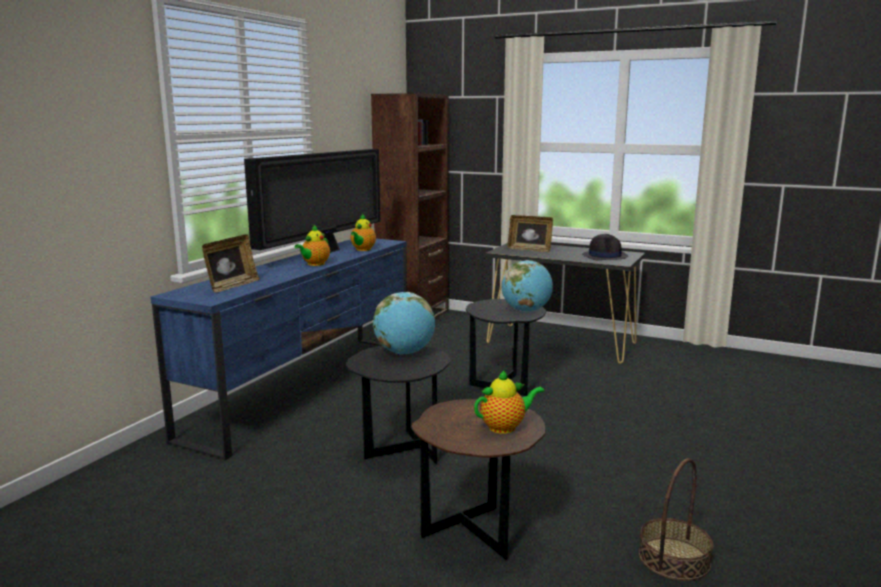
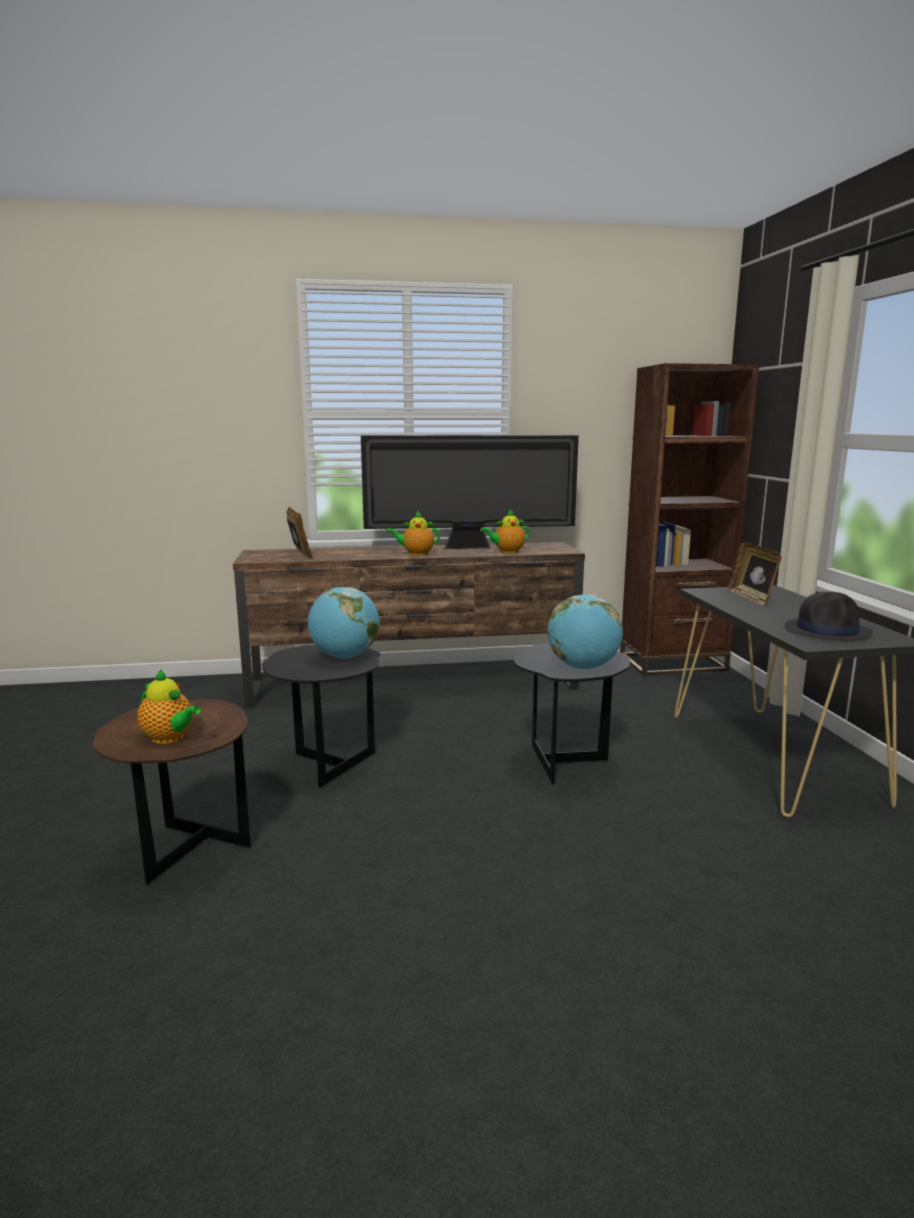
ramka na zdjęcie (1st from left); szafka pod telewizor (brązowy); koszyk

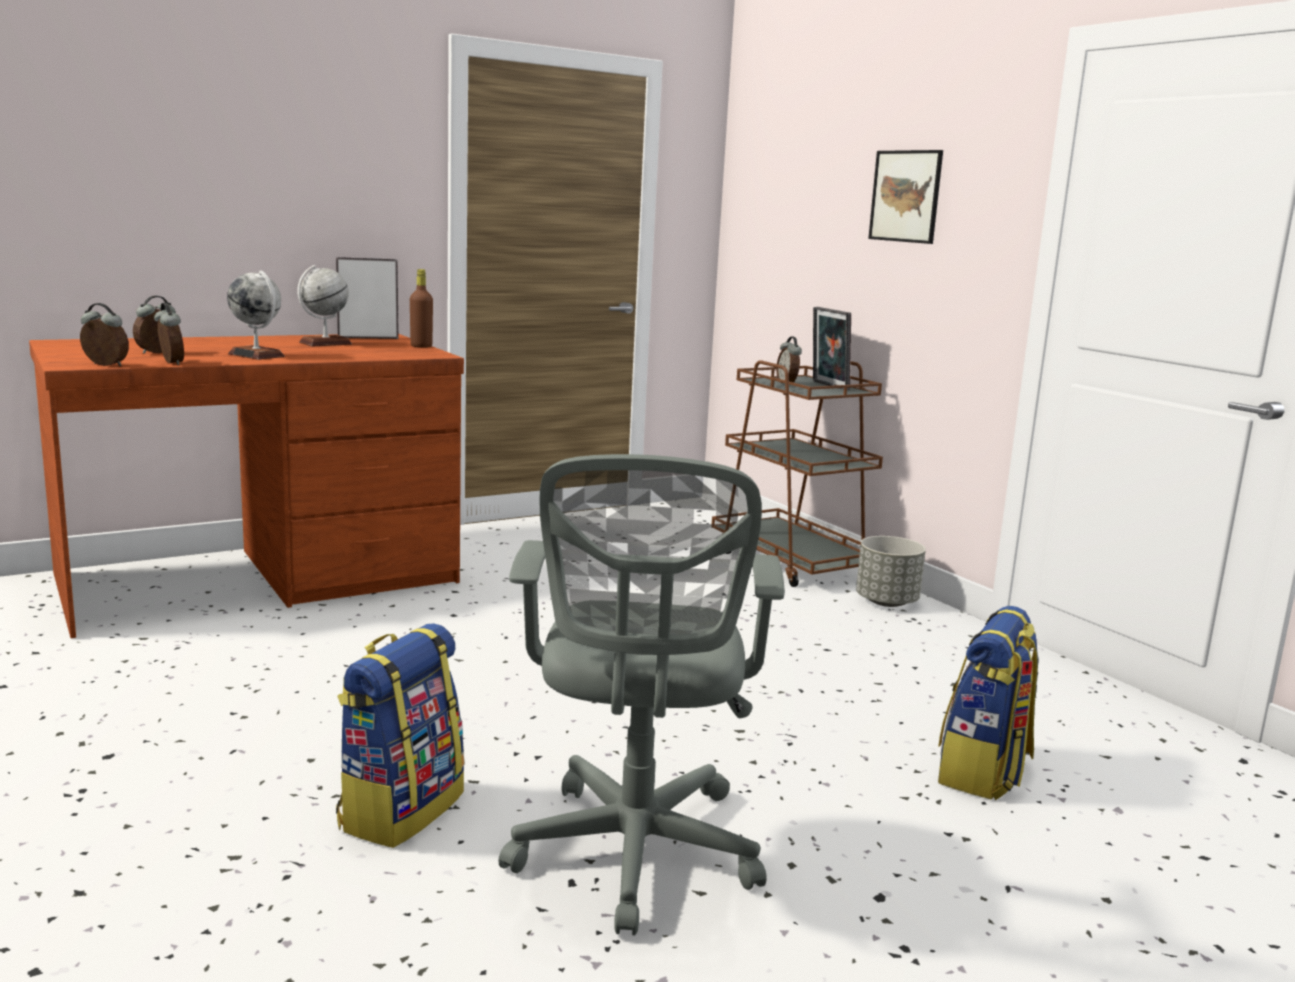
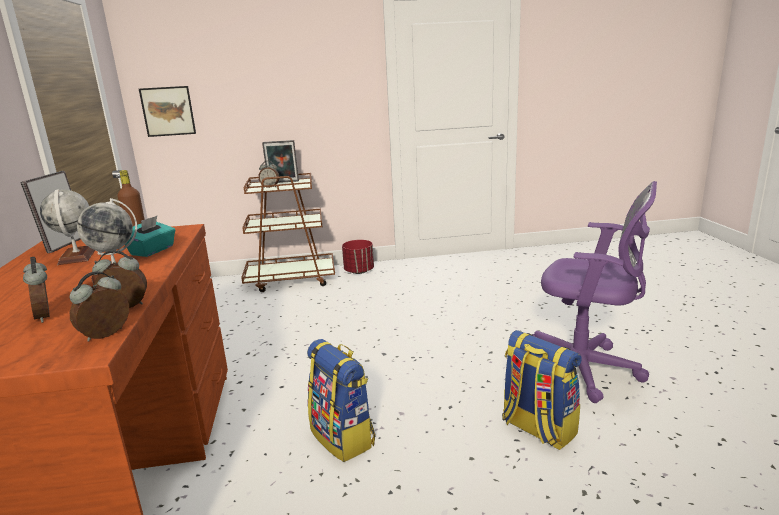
obraz; krzesło biurowe (fioletowy); donica (czerwony); plecak (1st from left); pudełko chusteczek (turkusowy)

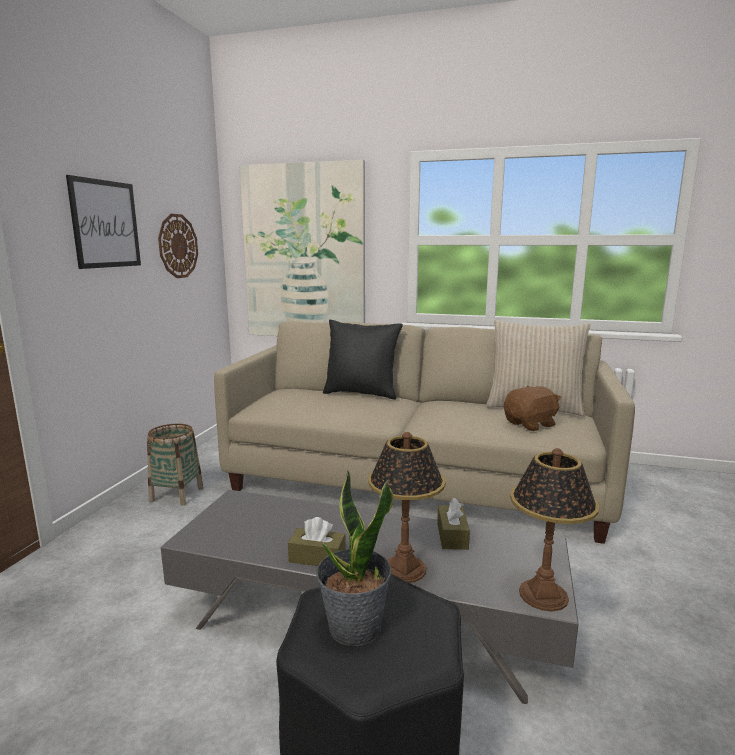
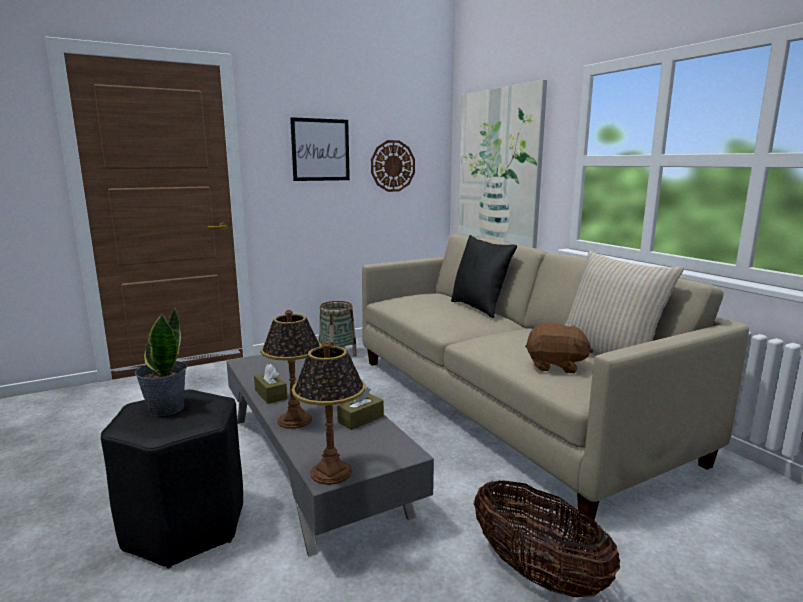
koszyk (2nd from left)

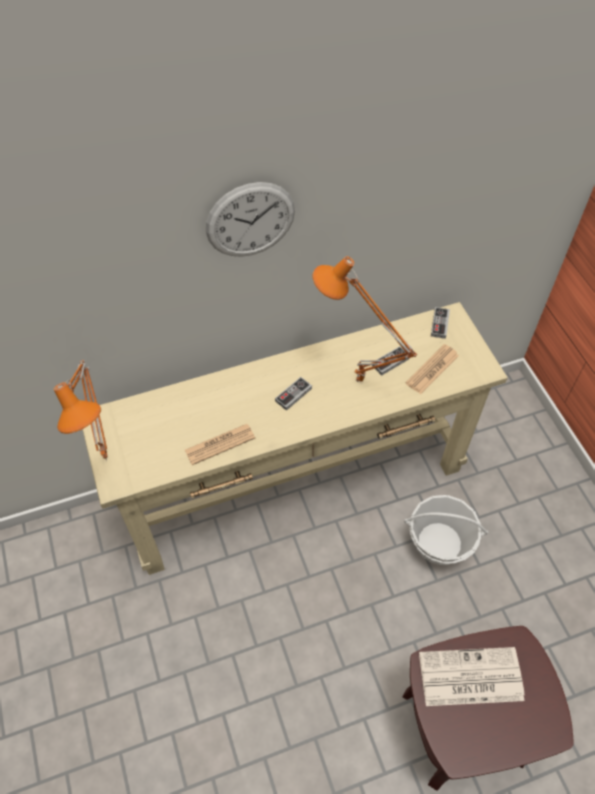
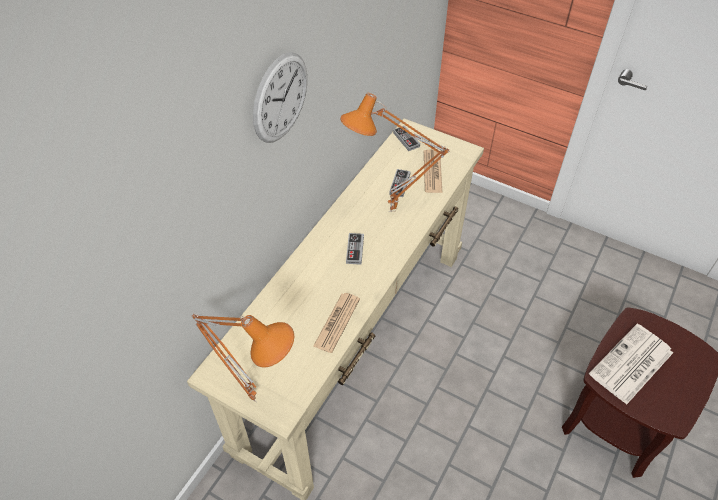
koszyk

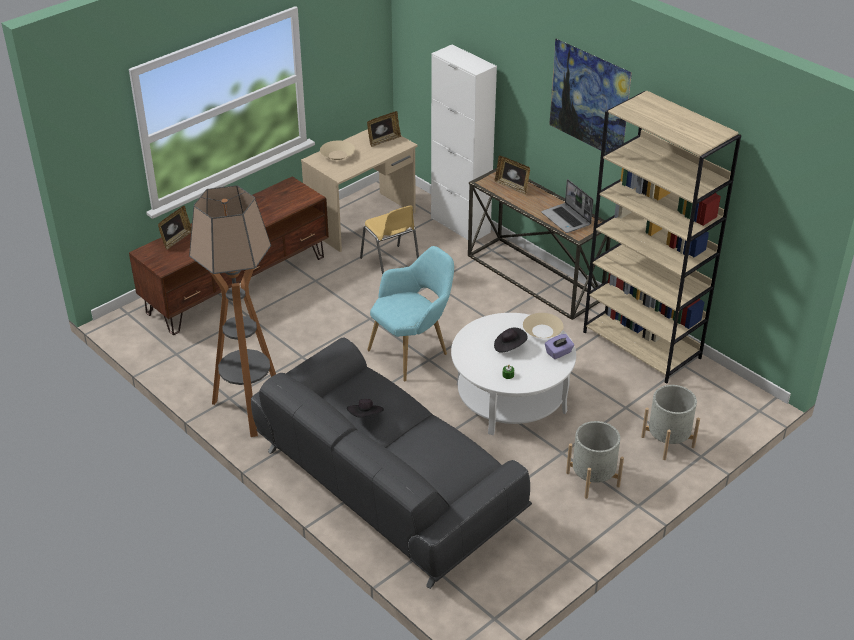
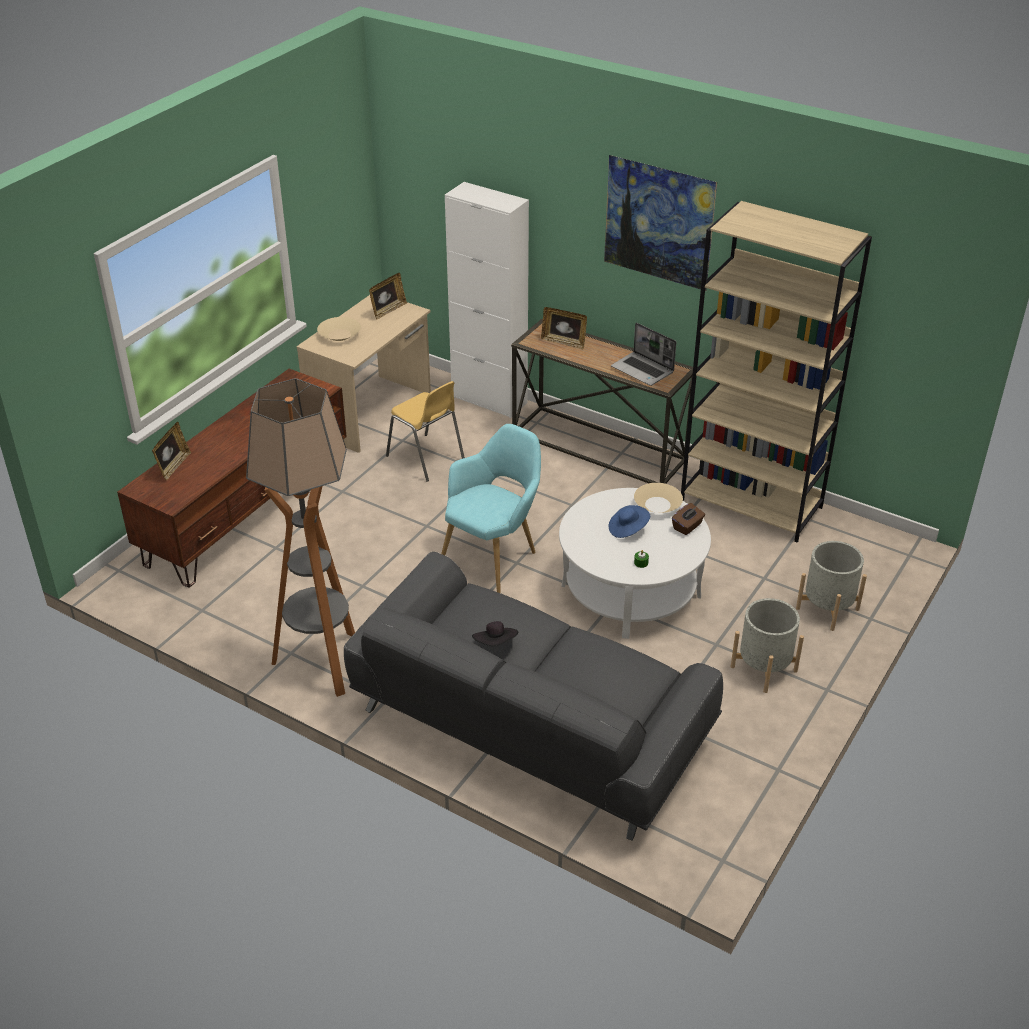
kapelusz (niebieski); pudełko chusteczek (brązowy)

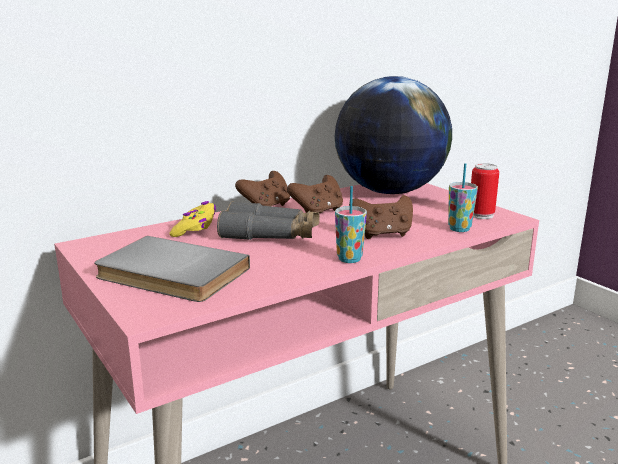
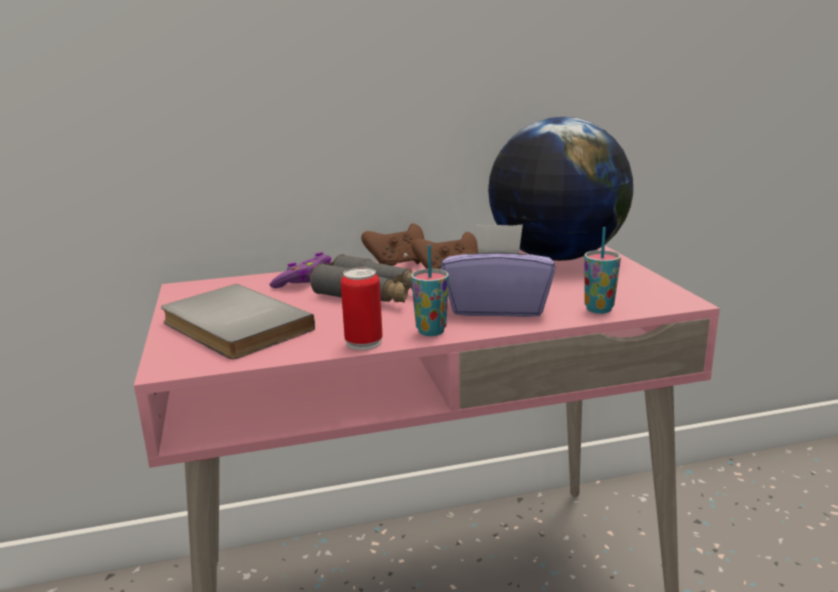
puszka; pudełko chusteczek (fioletowy); pad do gier (fioletowy)

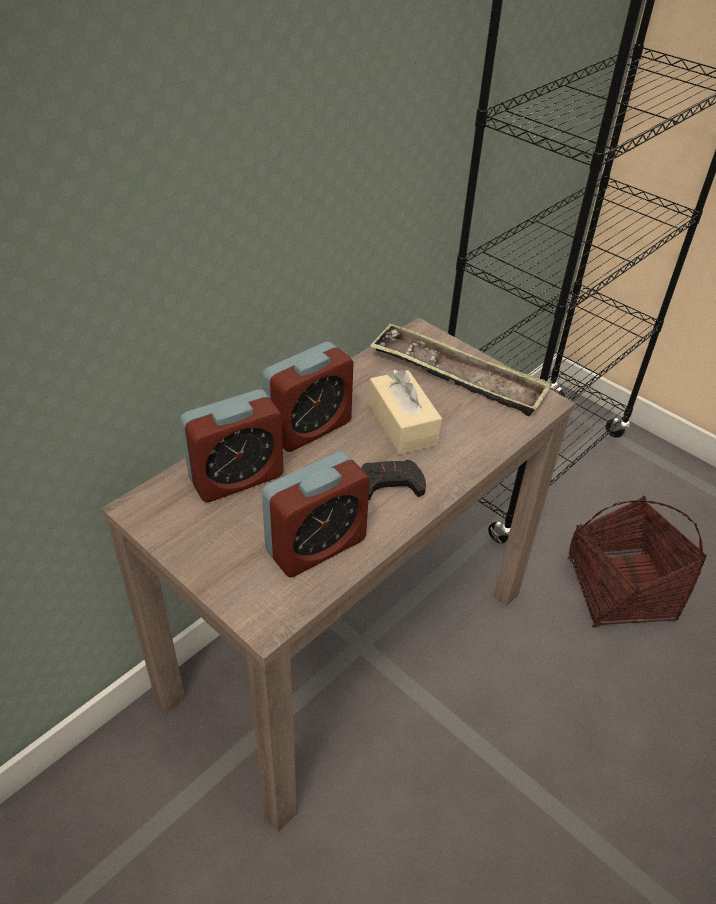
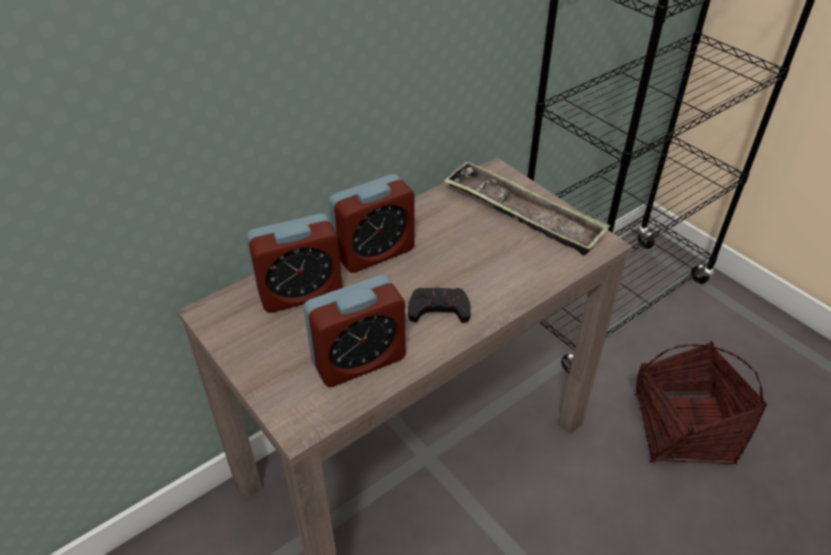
pudełko chusteczek (beżowy)

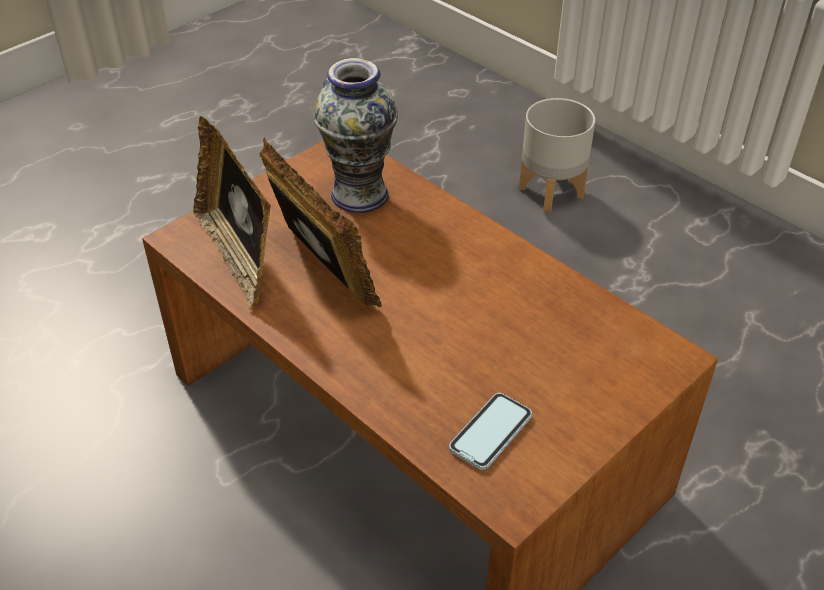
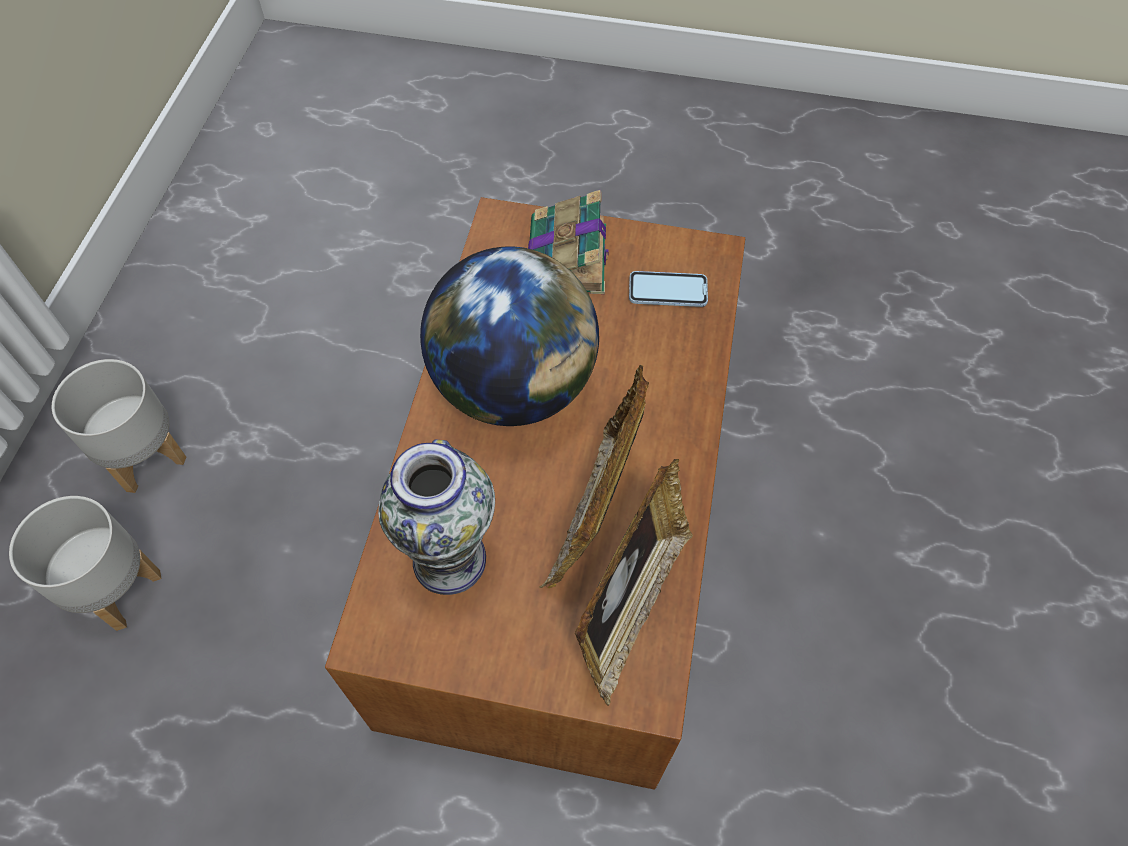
książka; globus; donica (szary) (2nd from left)

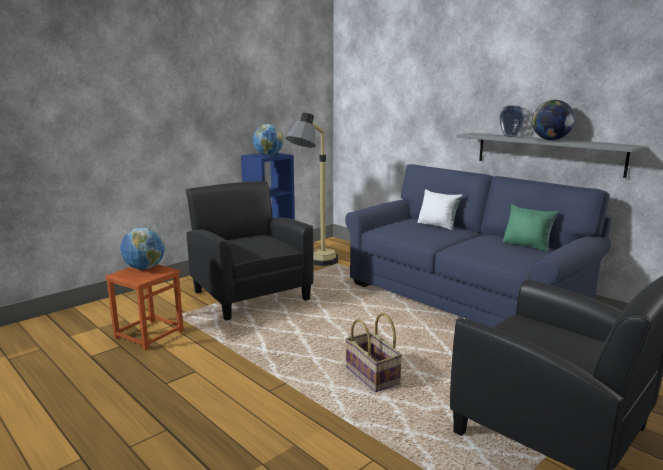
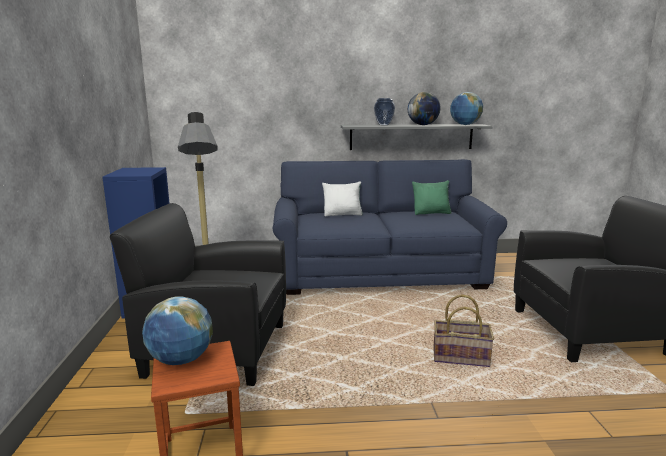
globus (3rd from left)

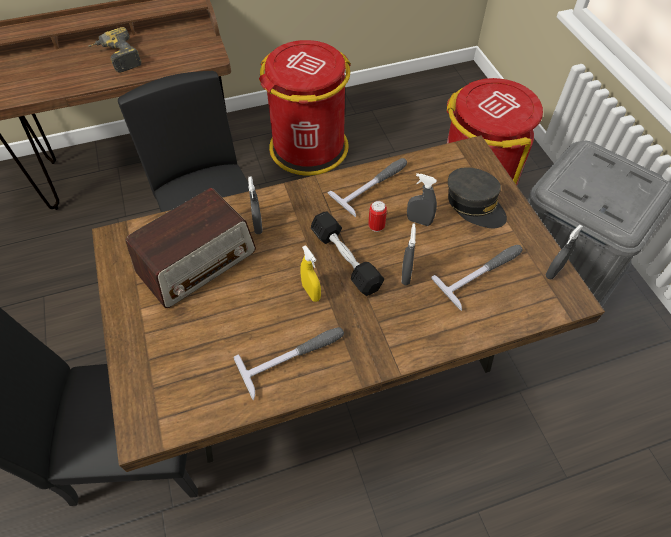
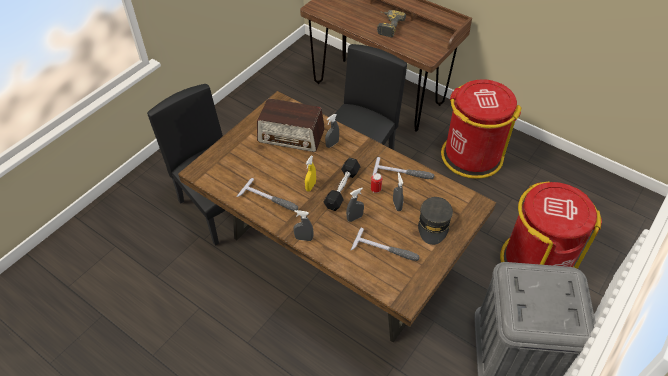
spryskiwacz (szary) (1st from left)

